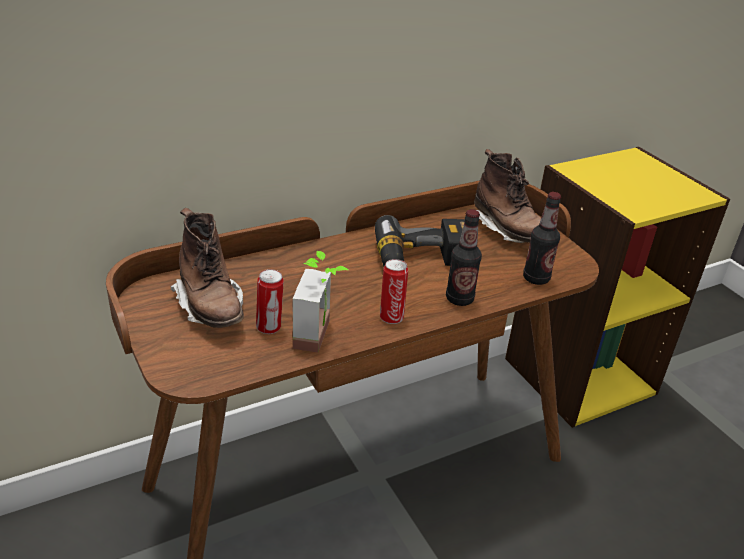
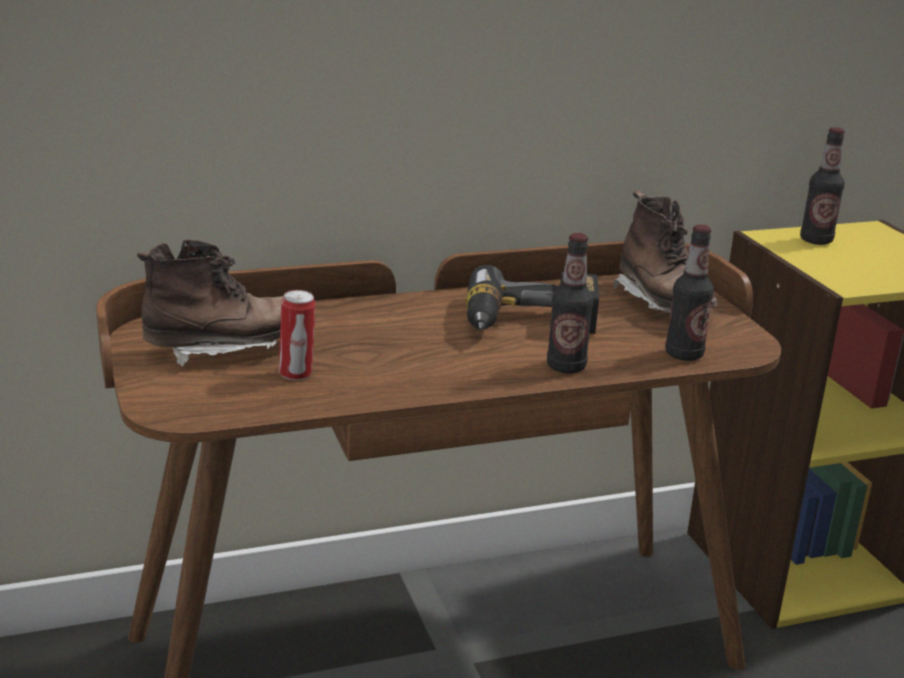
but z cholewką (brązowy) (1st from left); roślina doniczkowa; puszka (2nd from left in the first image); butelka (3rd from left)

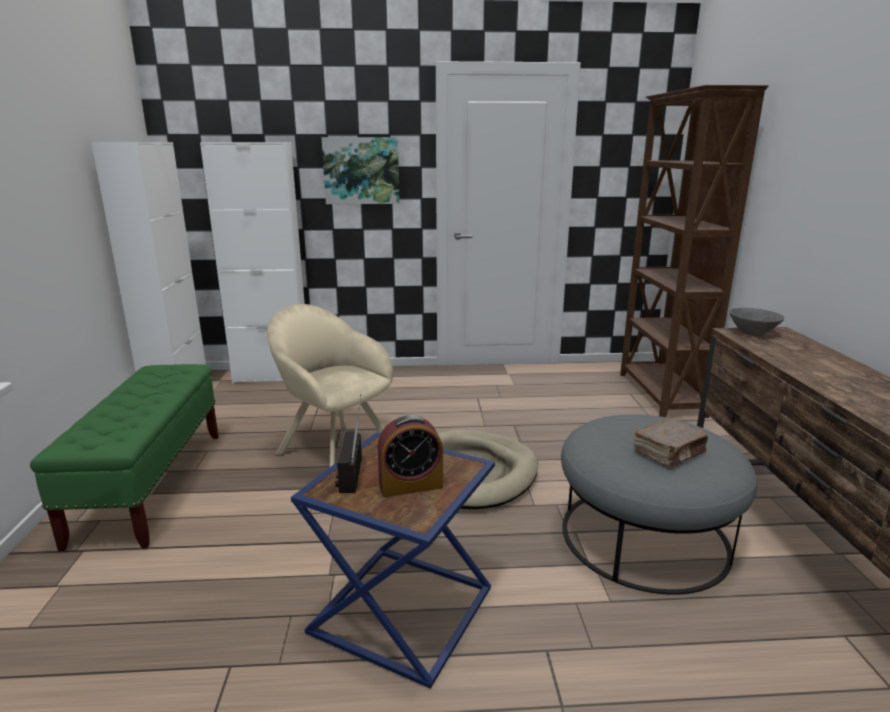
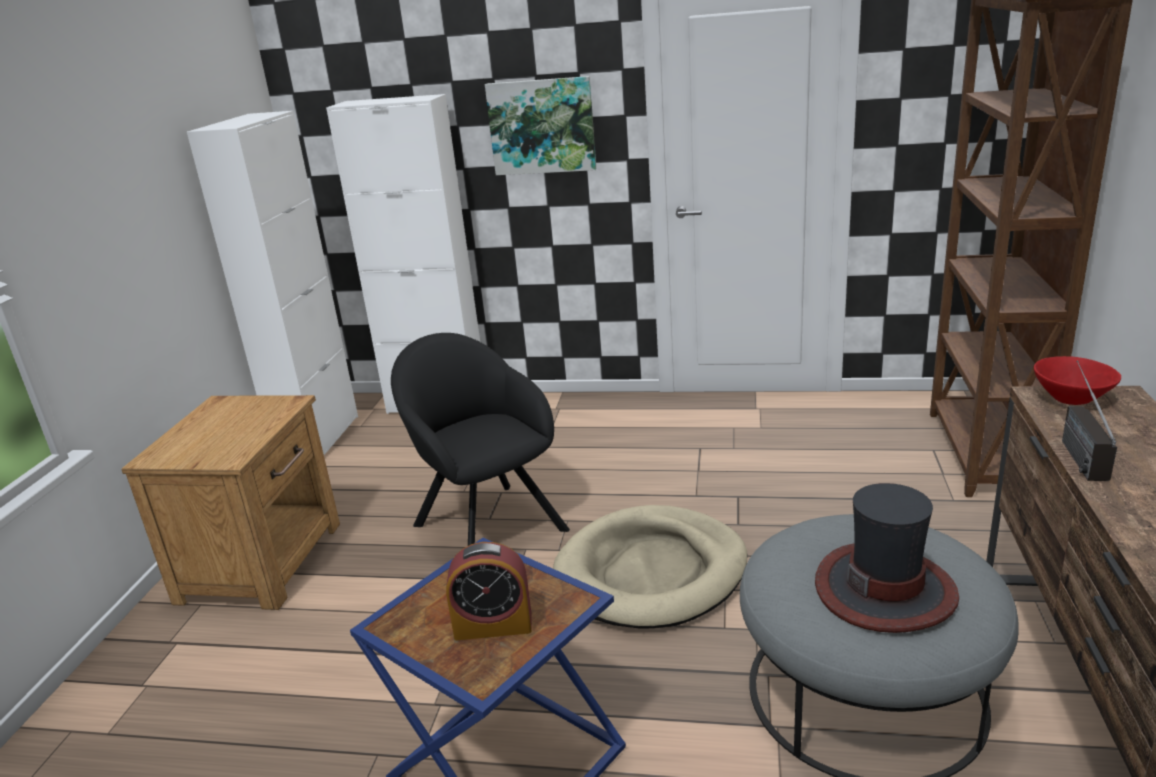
fotel (czarny); miska (czerwony); szafka nocna (brązowy); radio; kapelusz

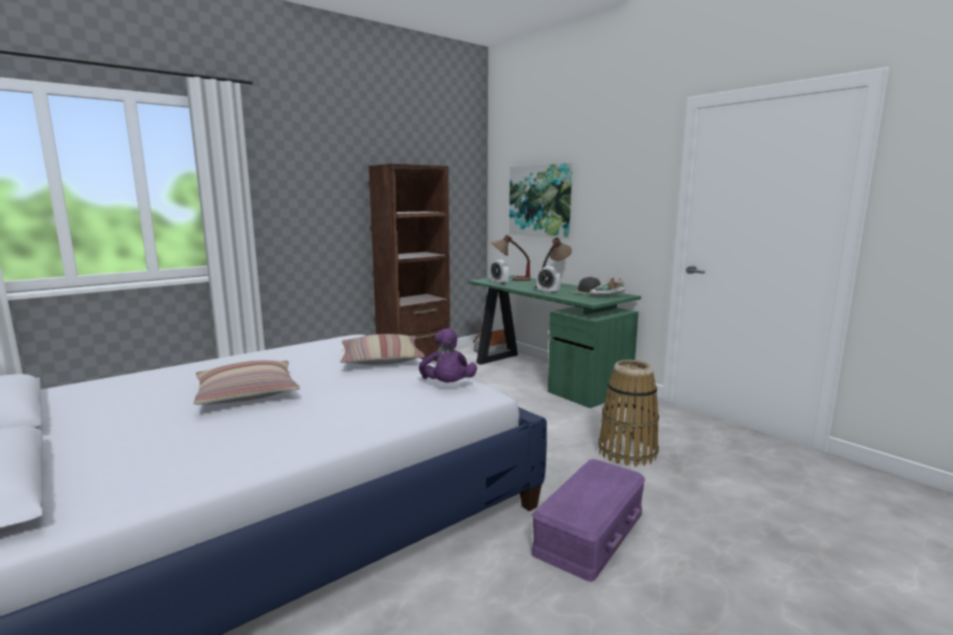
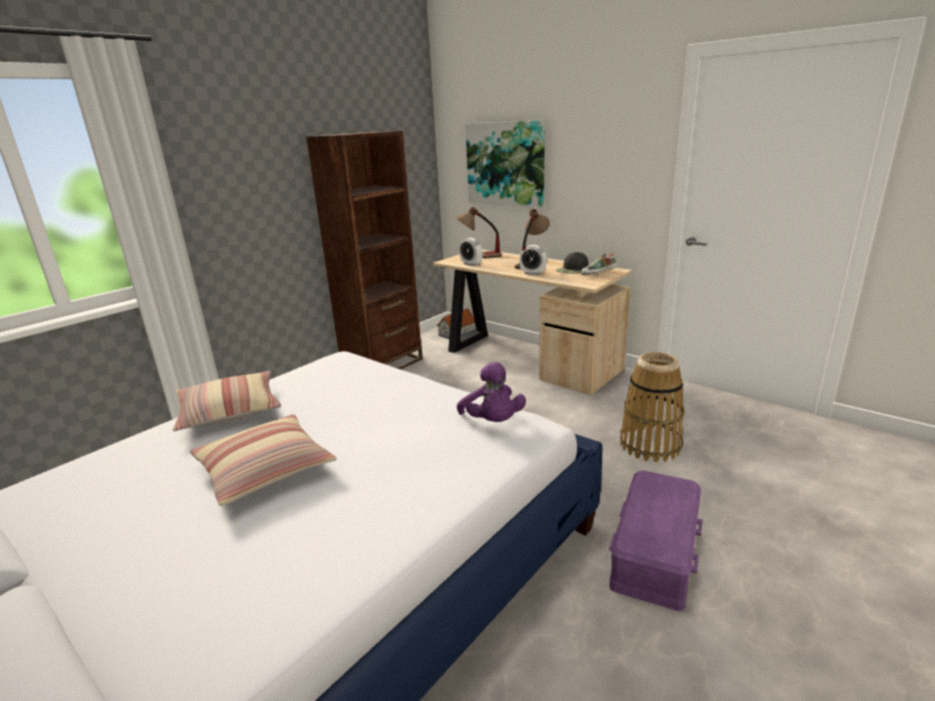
biurko (beżowy); poduszka (1st from left)

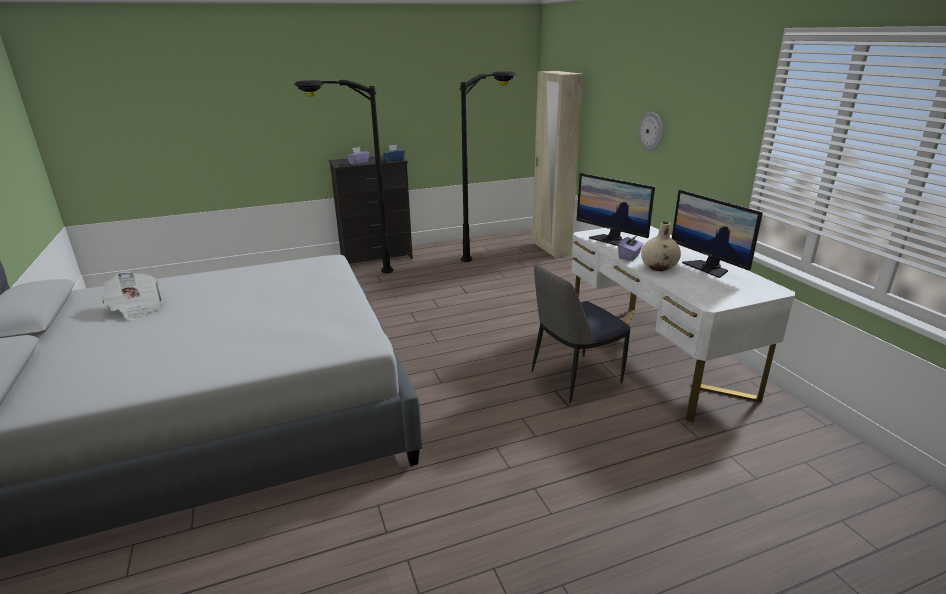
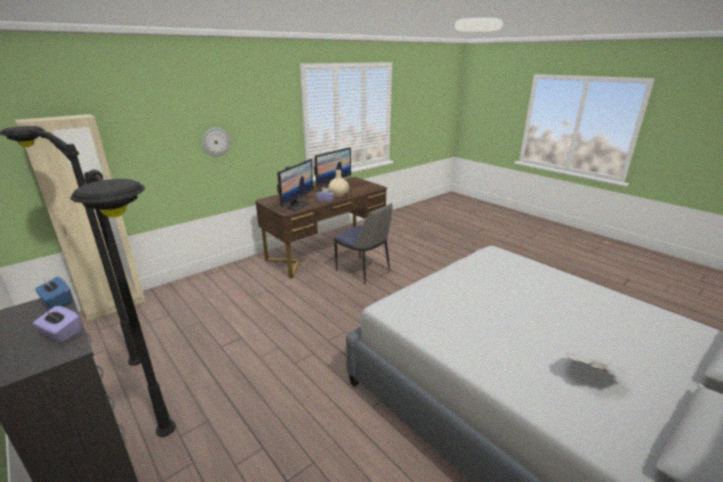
biurko (brązowy)

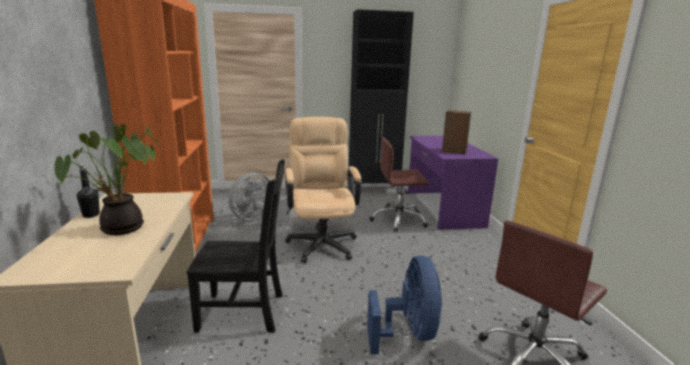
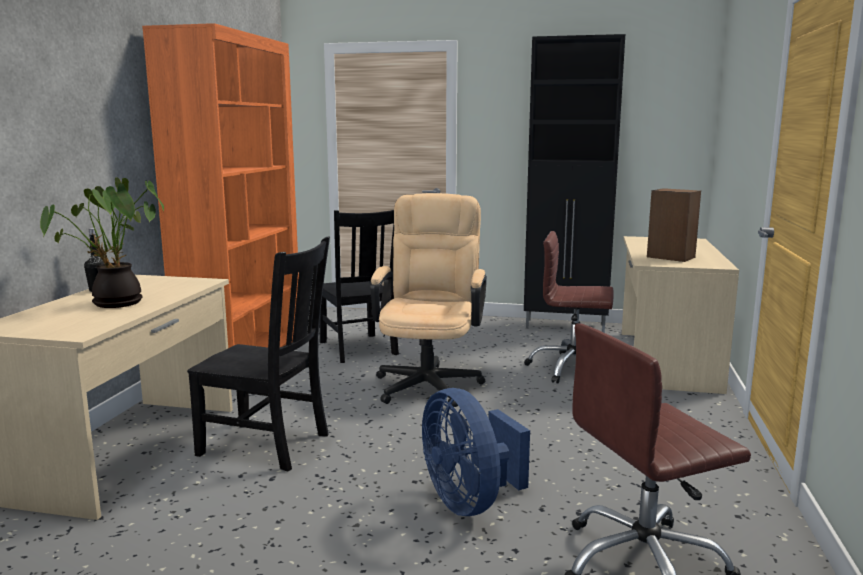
biurko (beżowy) (2nd from left); krzesło (czarny) (2nd from left); wentylator (niebieski)

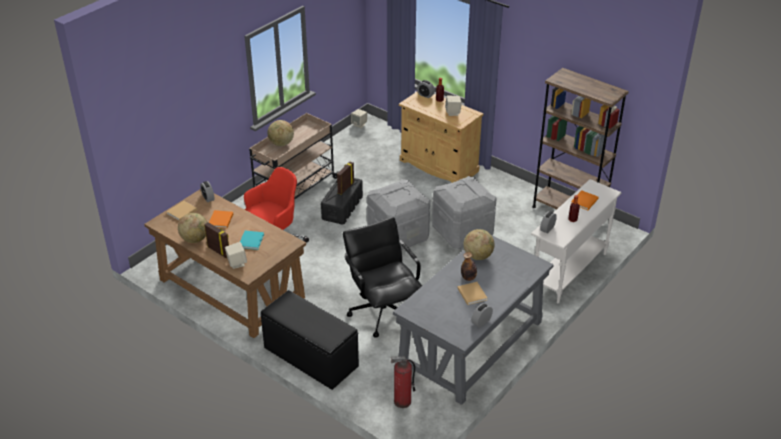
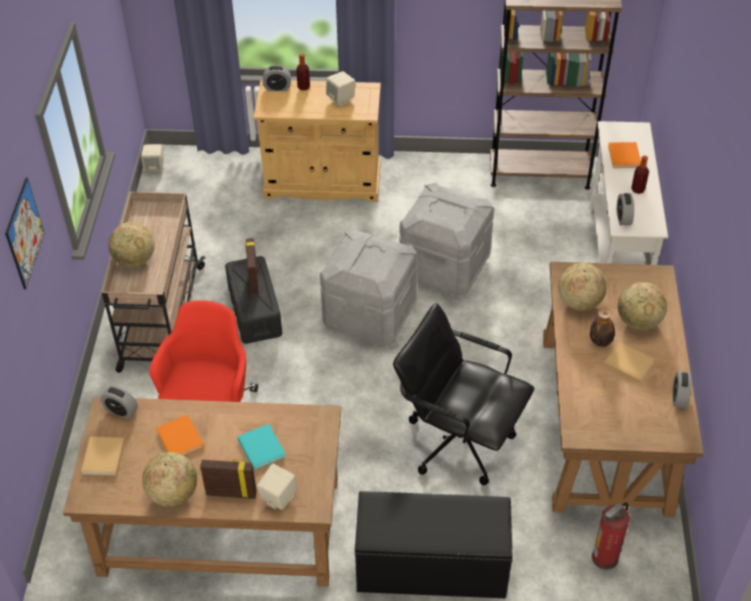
biurko (brązowy) (2nd from left); obraz; globus (4th from left)

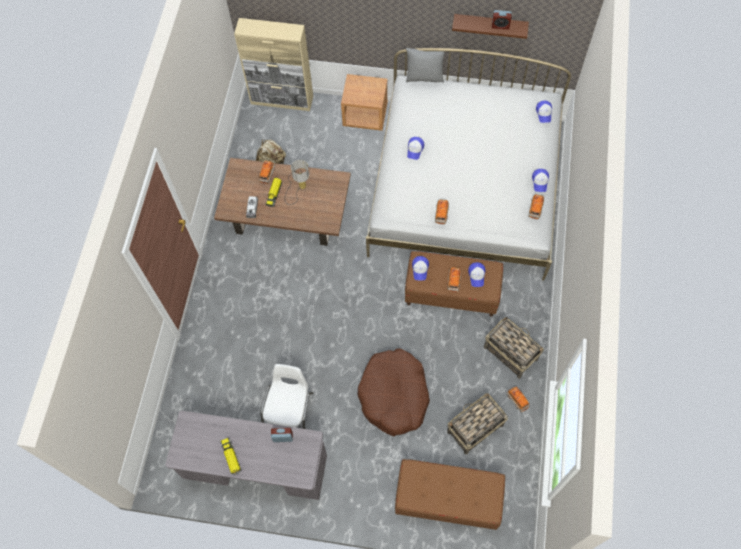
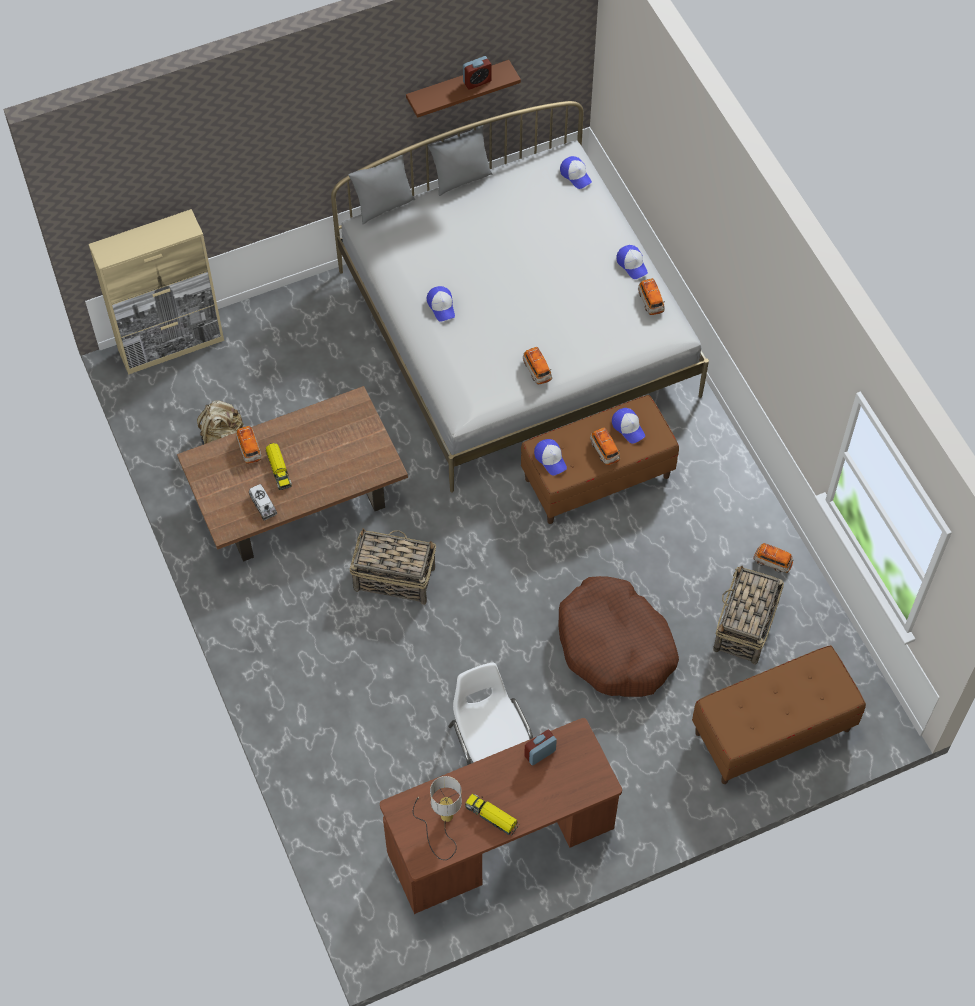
szafka nocna (brązowy); lampa stołowa; koszyk (1st from left); biurko (brązowy); poduszka (szary) (2nd from left)

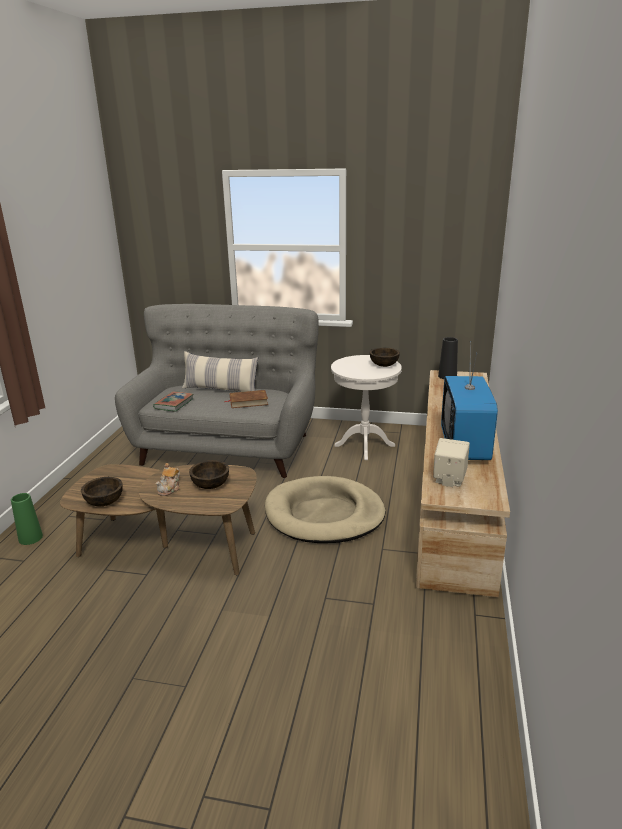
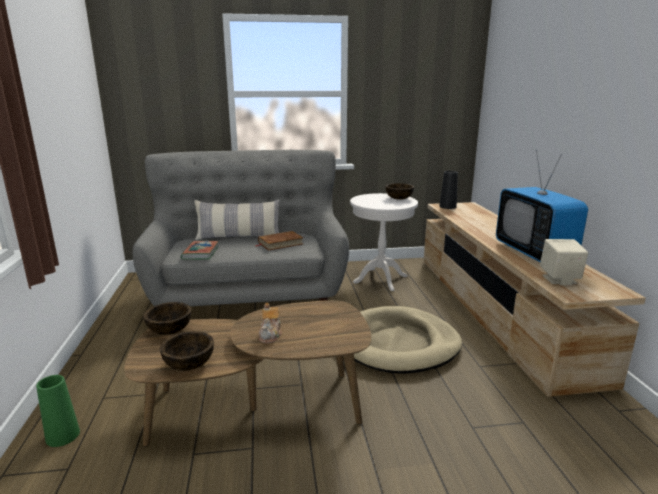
miska (brązowy) (1st from left)

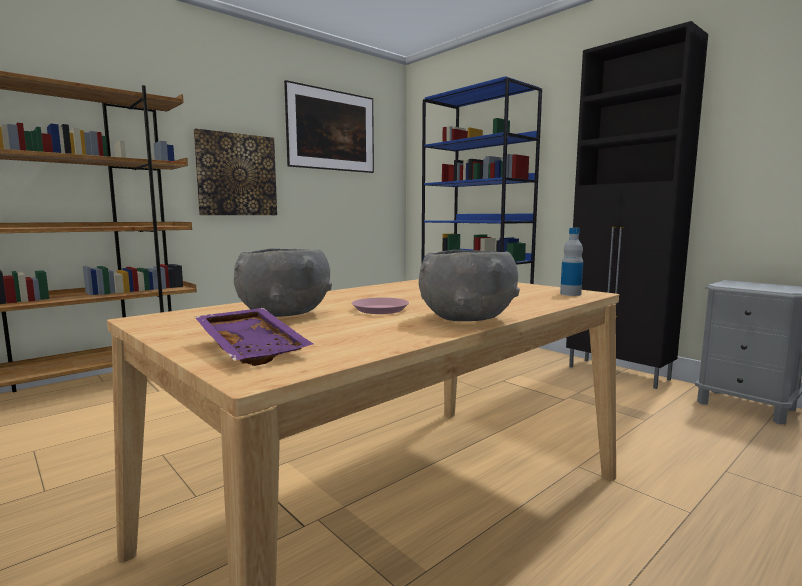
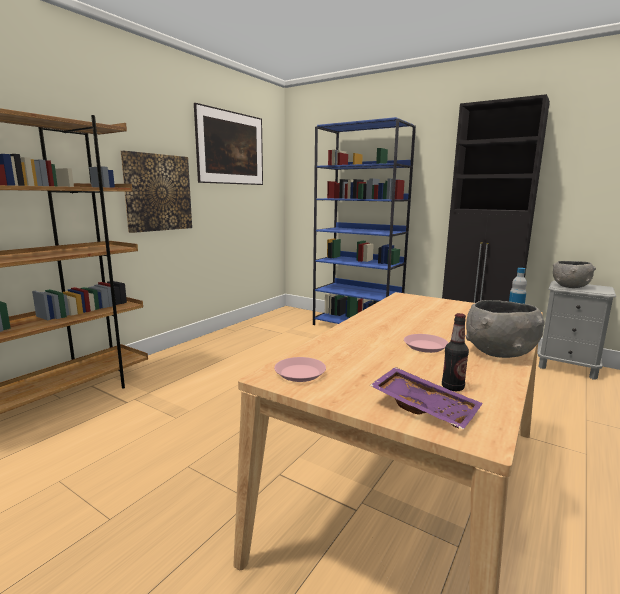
miska (szary) (2nd from left); butelka (1st from left); talerz (różowy) (1st from left)

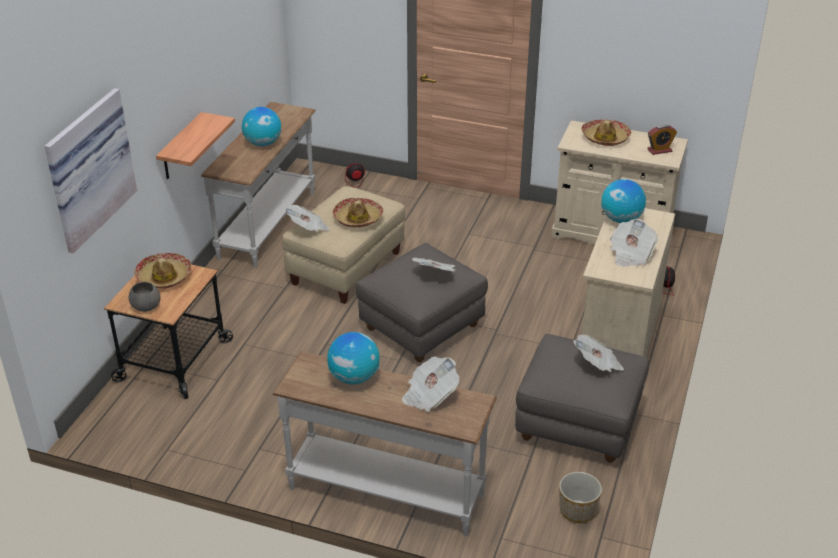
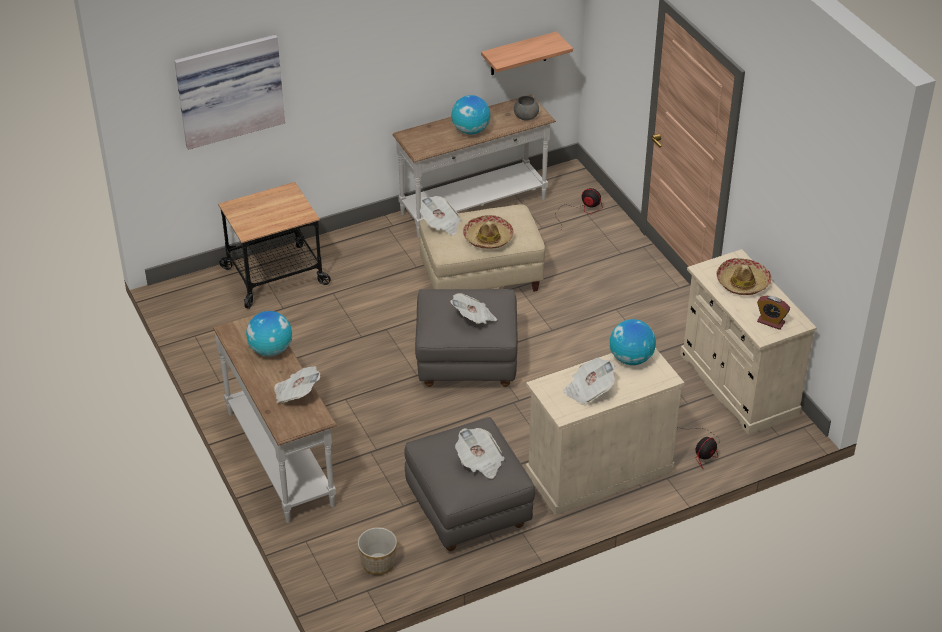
półka; kapelusz (1st from left in the first image); miska (szary)

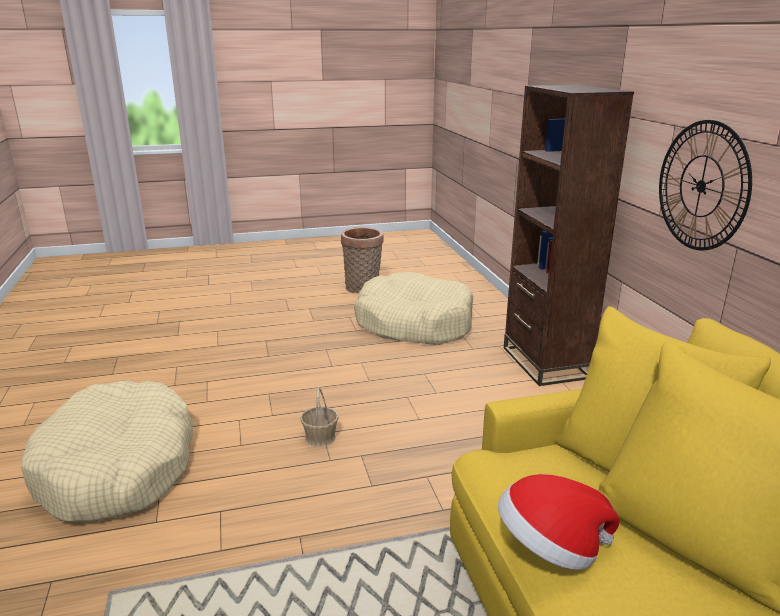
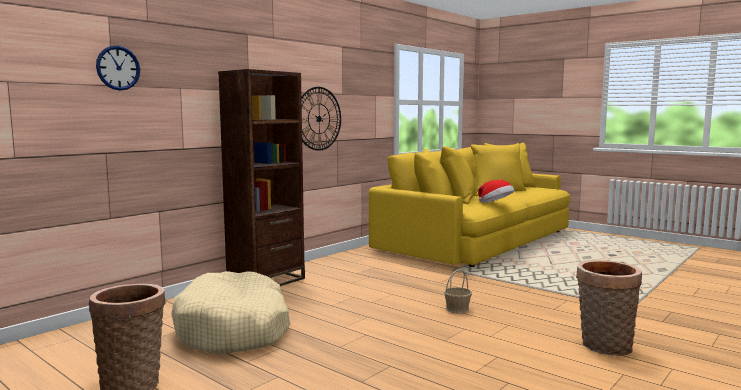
koszyk (3rd from left); zegar ścienny (1st from left)

